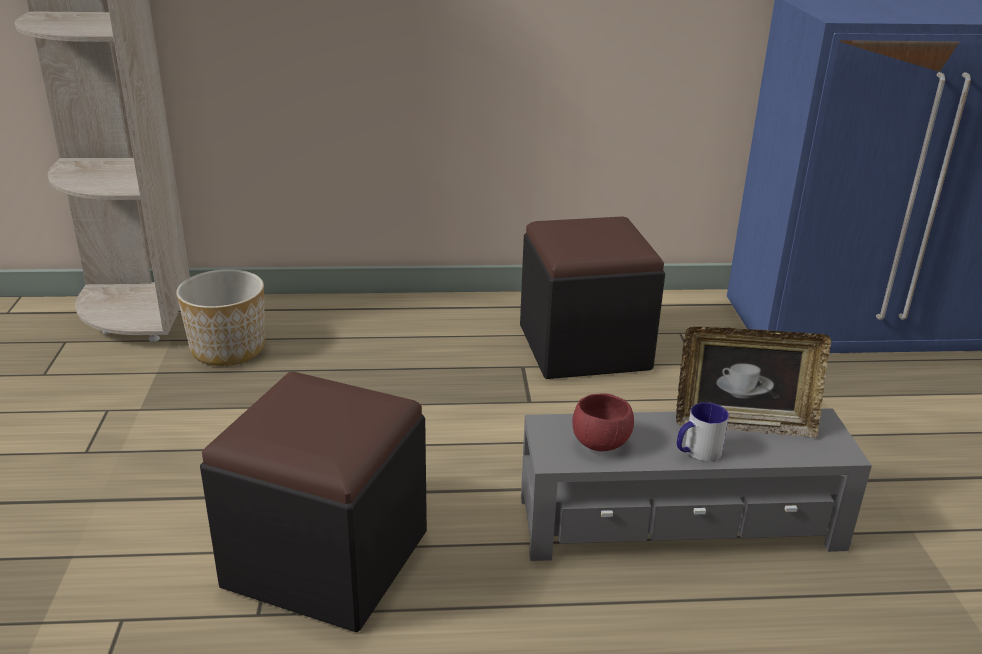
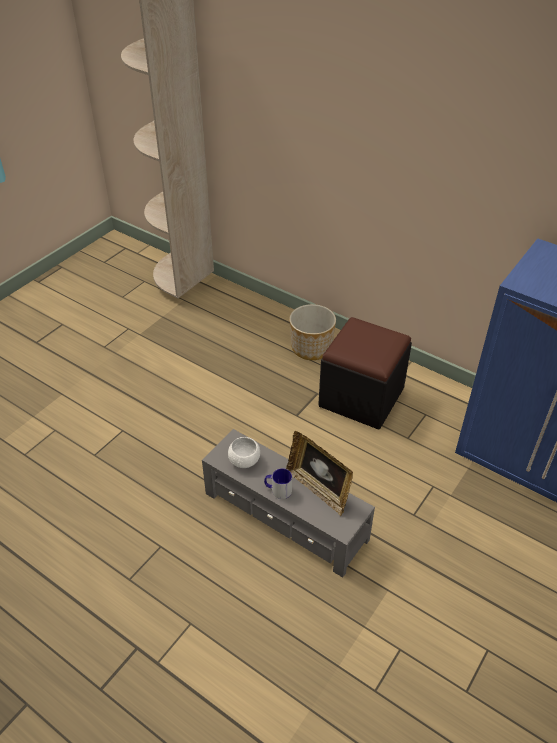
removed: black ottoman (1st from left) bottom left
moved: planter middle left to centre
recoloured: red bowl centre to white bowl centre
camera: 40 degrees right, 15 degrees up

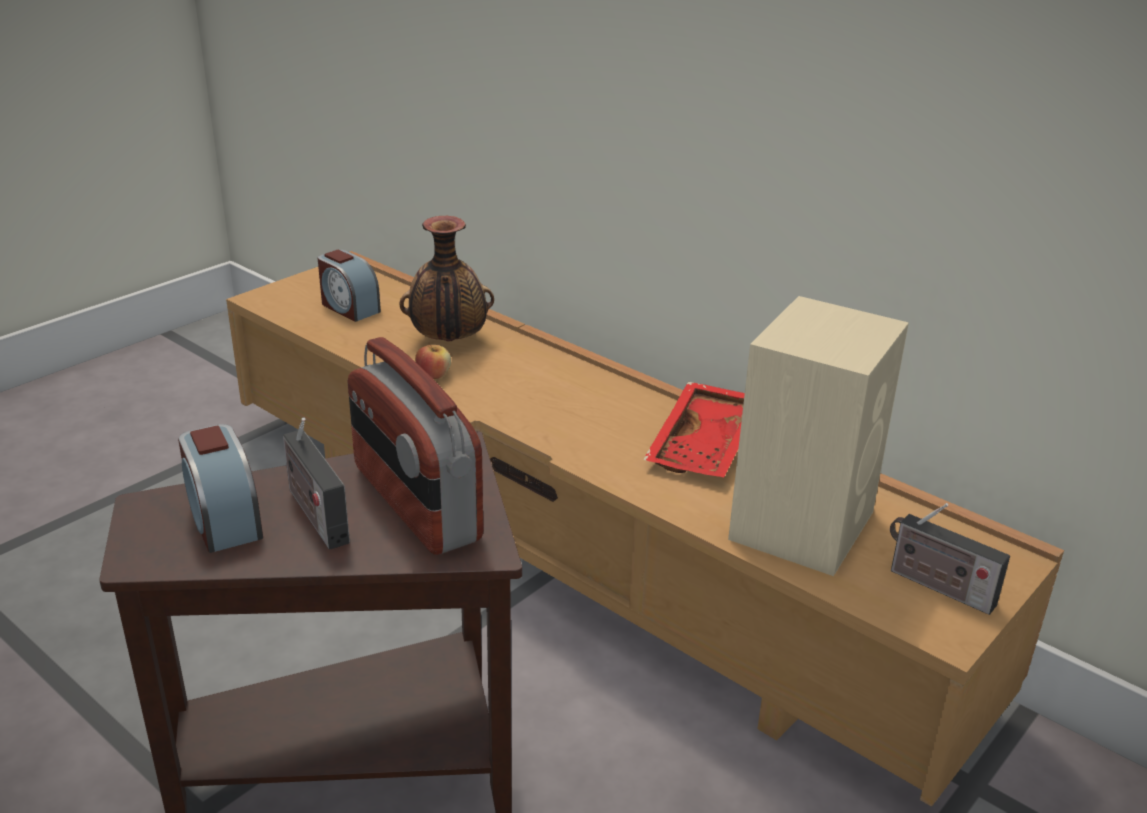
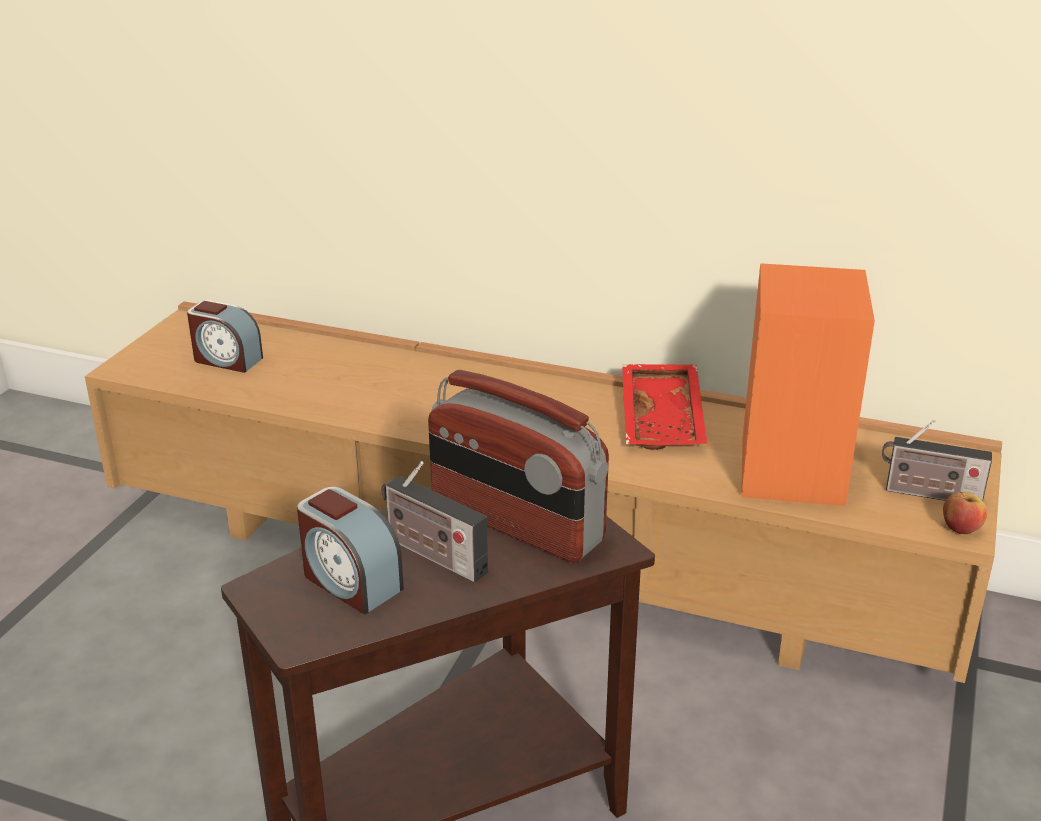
removed: vase centre
moved: apple centre to middle right
recoloured: beige speaker middle right to orange speaker middle right
camera: 20 degrees left, 0 degrees up

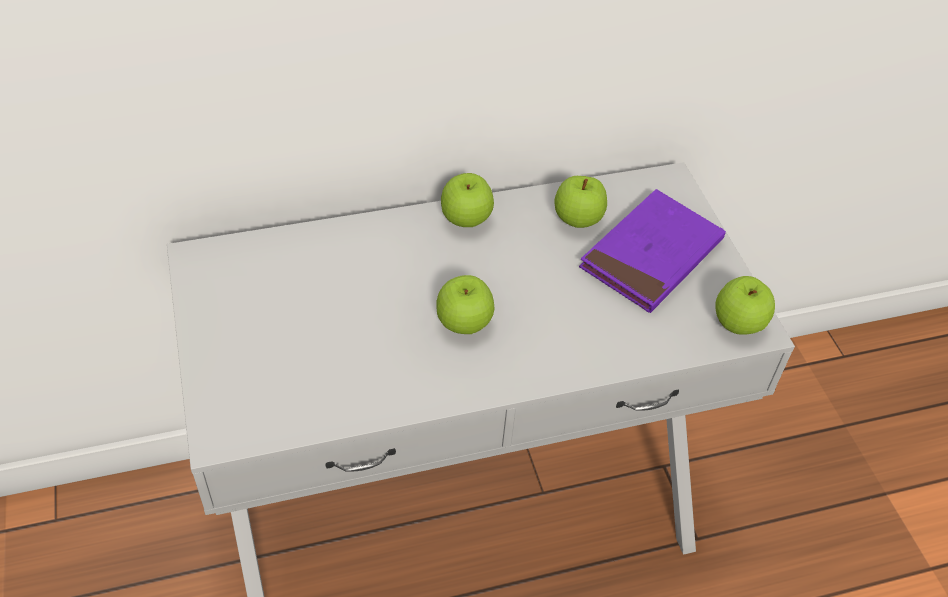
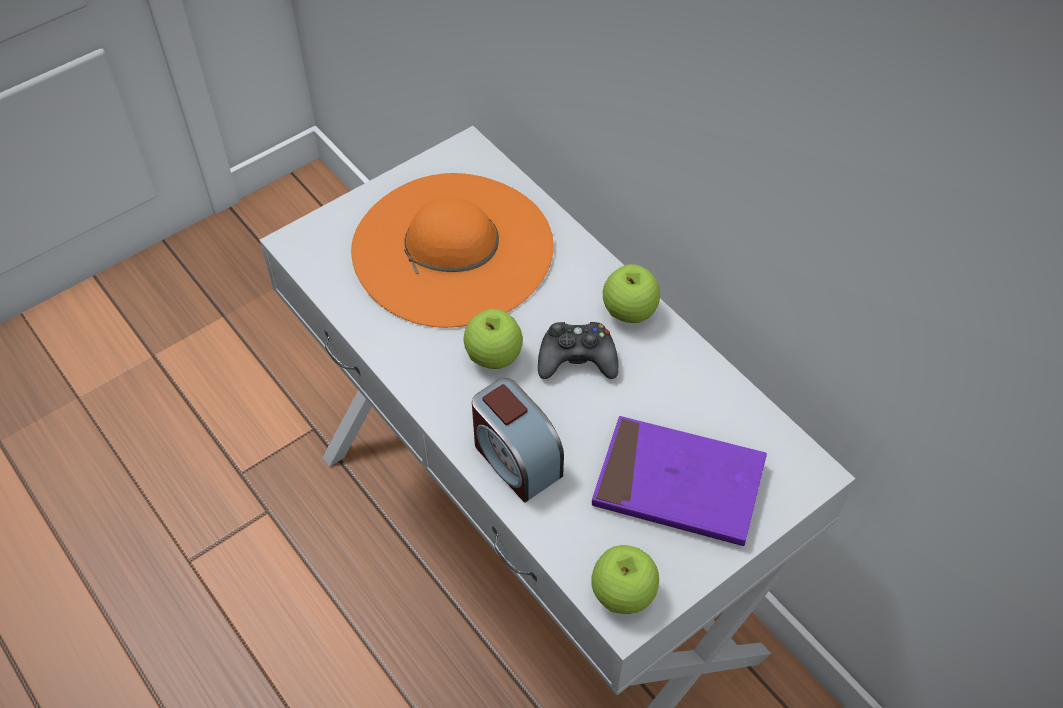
removed: apple (3rd from left) centre
added: orange hat centre; alarm clock centre; black game controller centre
camera: 70 degrees right, 5 degrees up

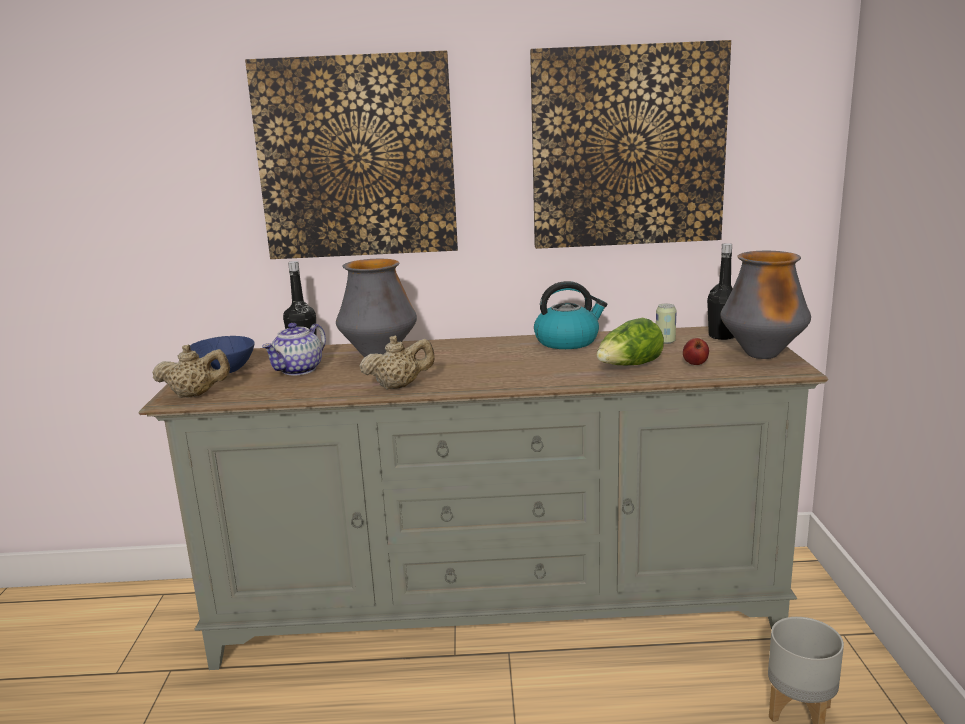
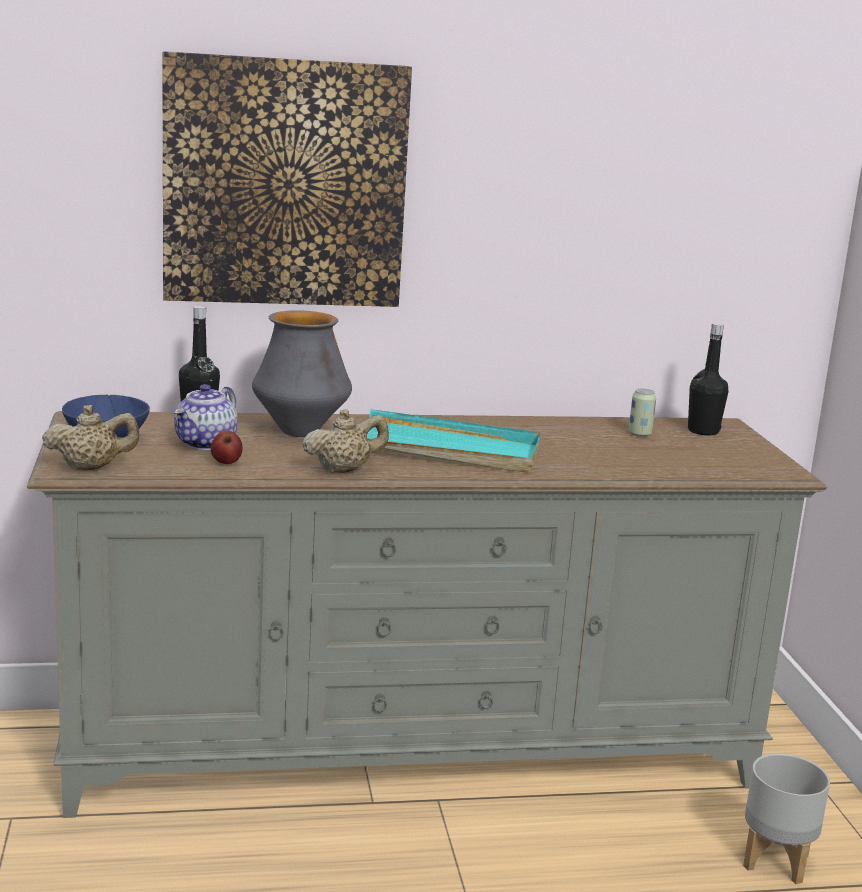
removed: picture (2nd from left) top centre; kettle centre; lettuce centre; vase (2nd from left) middle right
added: turquoise tray centre
moved: apple middle right to middle left
camera: 10 degrees left, 0 degrees up

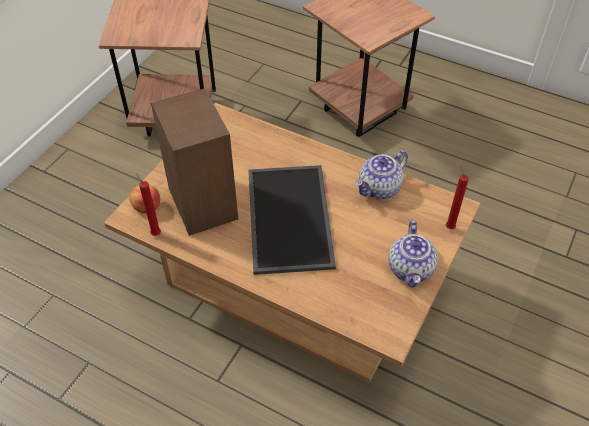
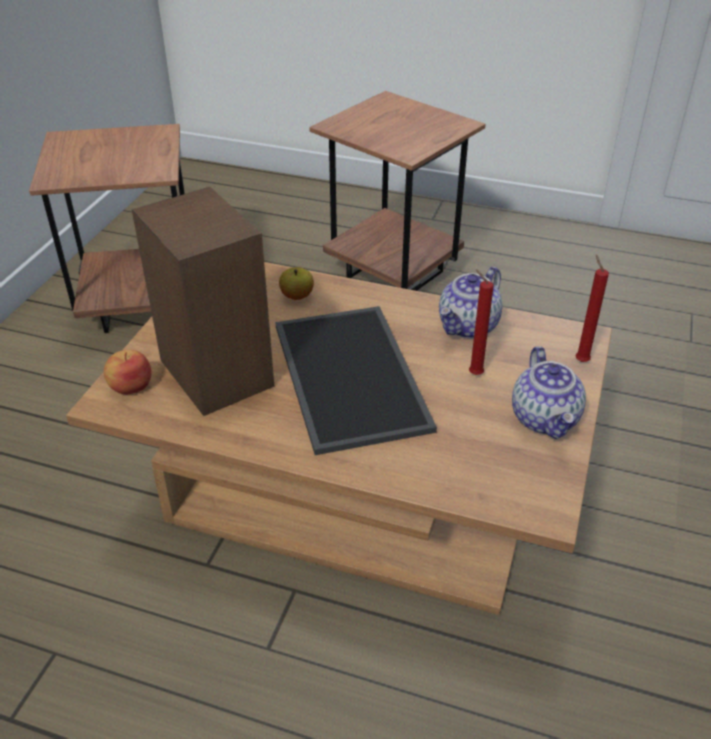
added: apple (2nd from left) centre
moved: red candle (1st from left) middle left to middle right
camera: 10 degrees left, 10 degrees down

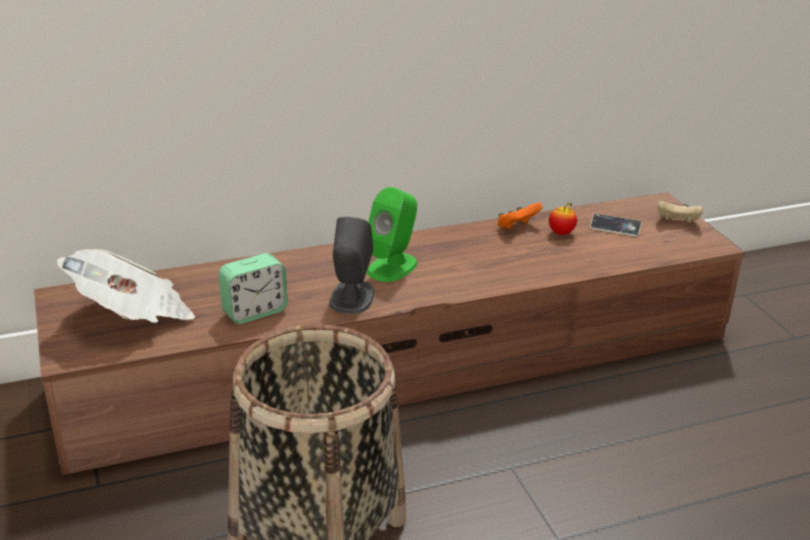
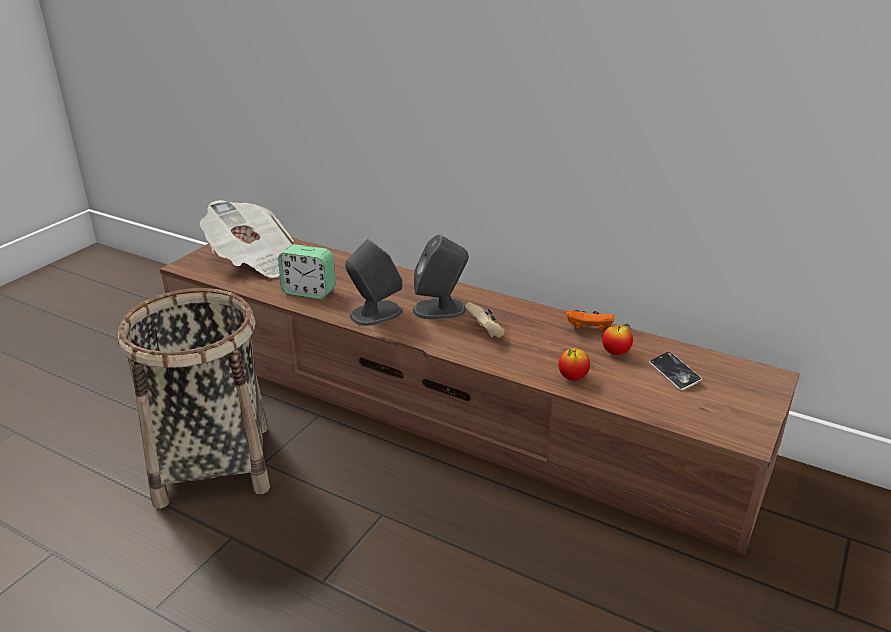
added: apple (1st from left) centre
moved: beige game controller middle right to centre
recoloured: green speaker centre to grey speaker (2nd from left) centre
camera: 50 degrees right, 0 degrees up

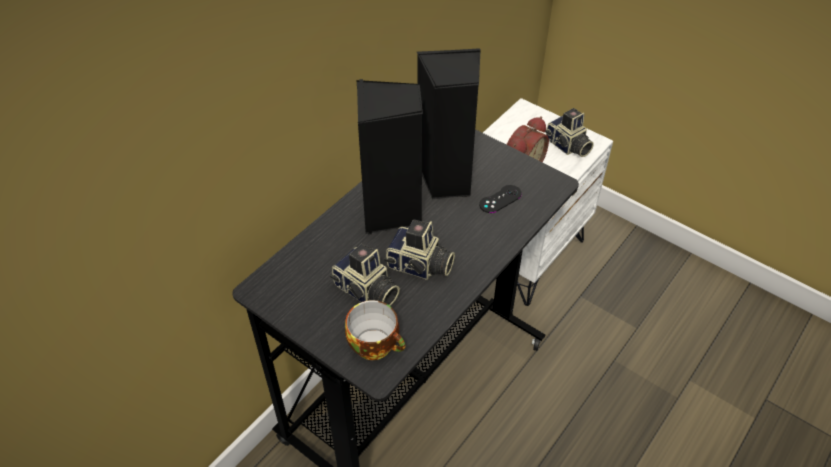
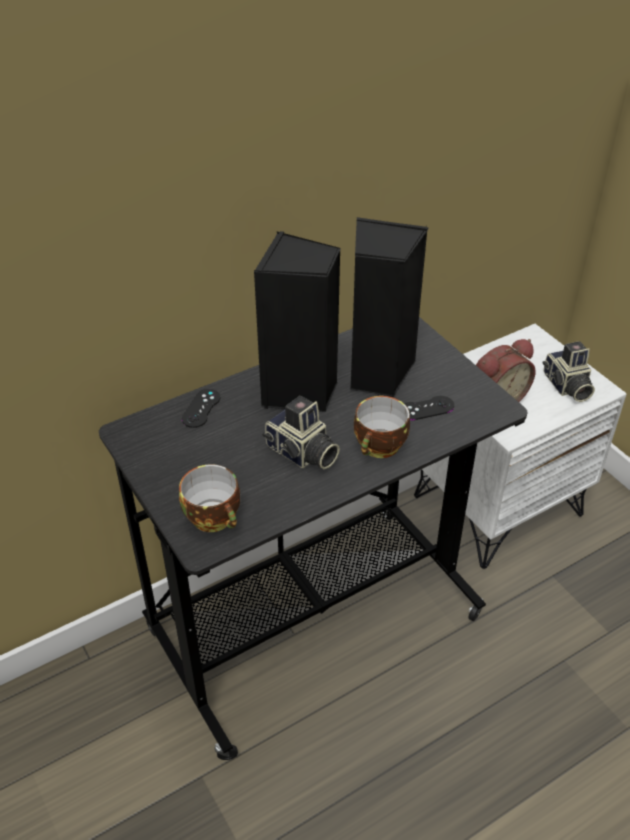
removed: photo camera (1st from left) centre
added: black game controller (1st from left) middle left; cup (2nd from left) centre
camera: 20 degrees right, 5 degrees down

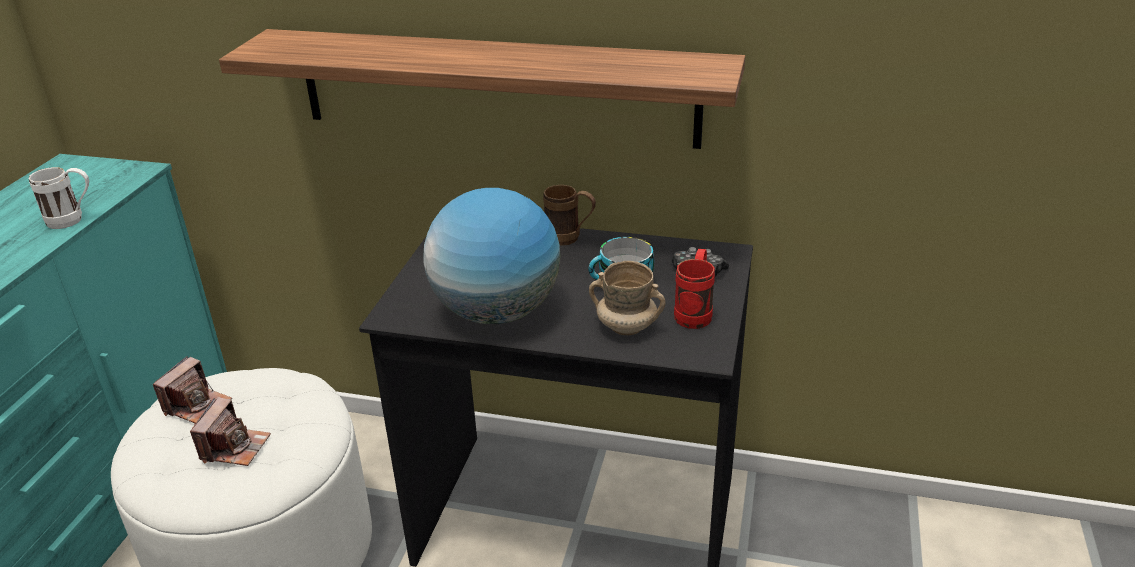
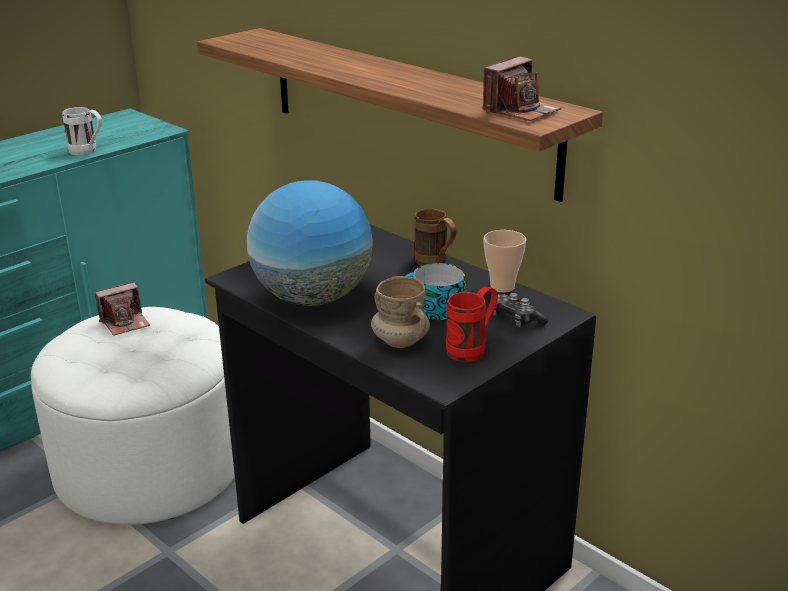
added: cup (2nd from left) centre
moved: photo camera (2nd from left) bottom left to top centre
camera: 30 degrees right, 5 degrees down

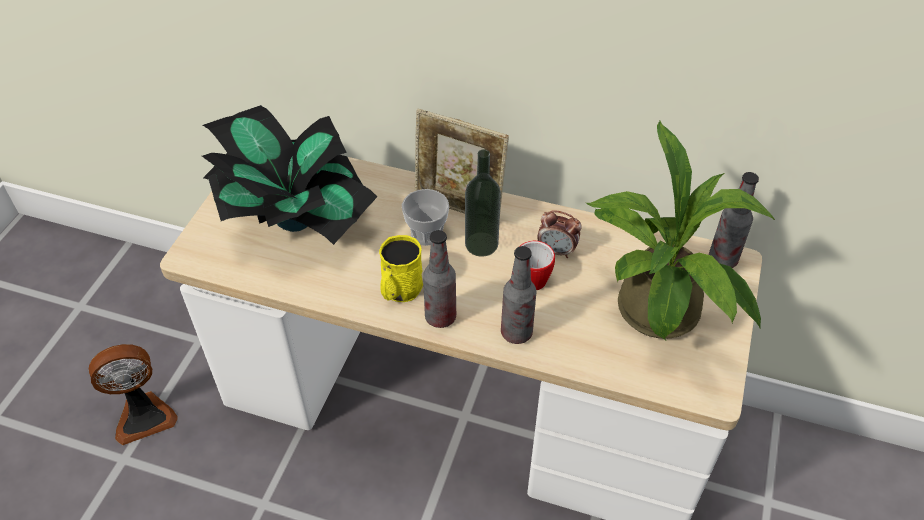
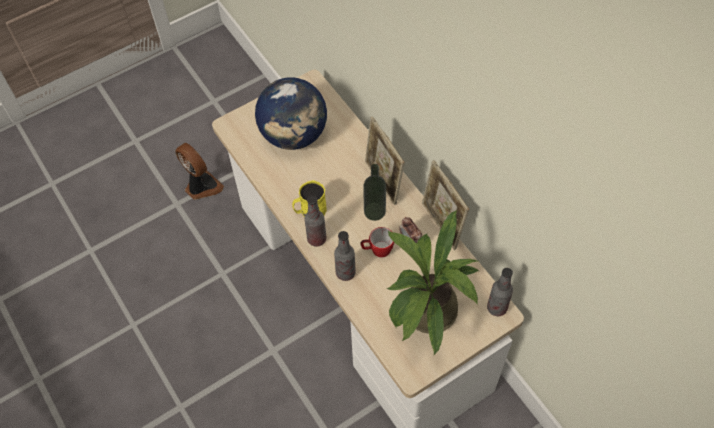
removed: cup centre
added: picture frame (2nd from left) centre
replaced: potted plant (1st from left) middle left to globe top centre
turned: fan bottom left = middle left 150 degrees counterclockwise
camera: 40 degrees right, 10 degrees up

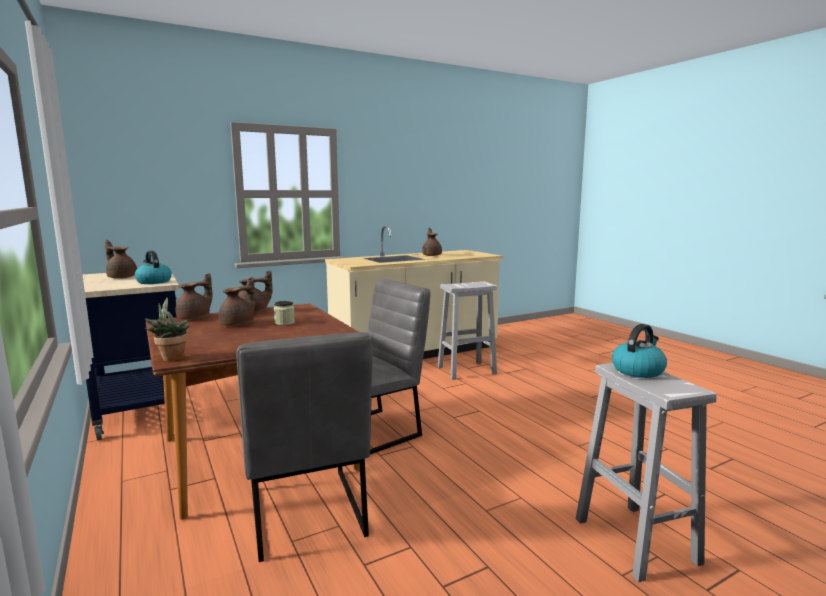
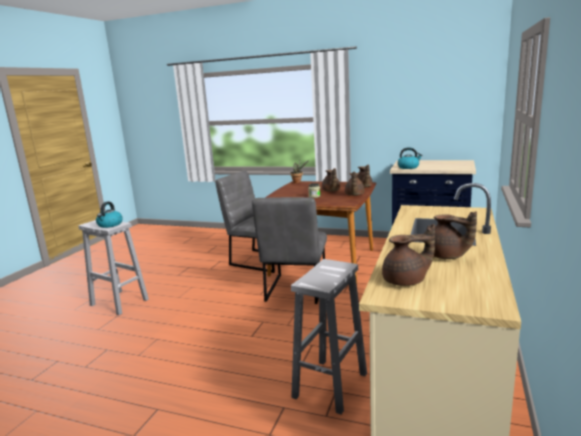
moved: brown teapot (1st from left in the first image) middle left to brown teapot (4th from left) middle right
camera: 140 degrees right, 5 degrees up

